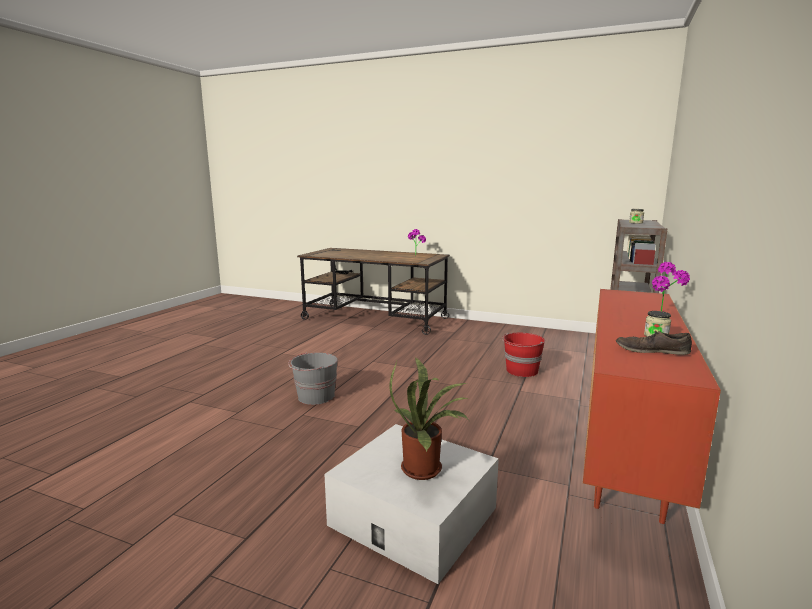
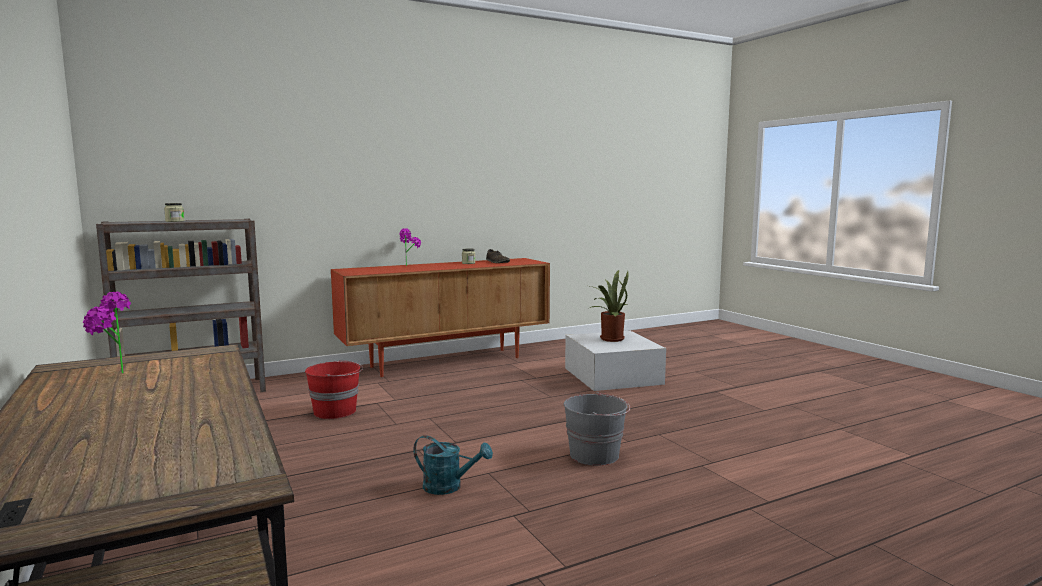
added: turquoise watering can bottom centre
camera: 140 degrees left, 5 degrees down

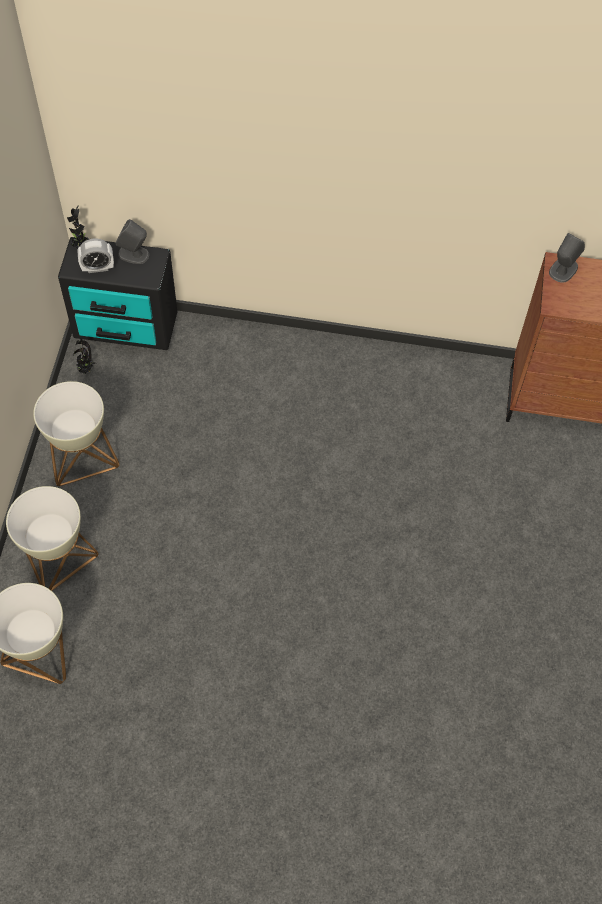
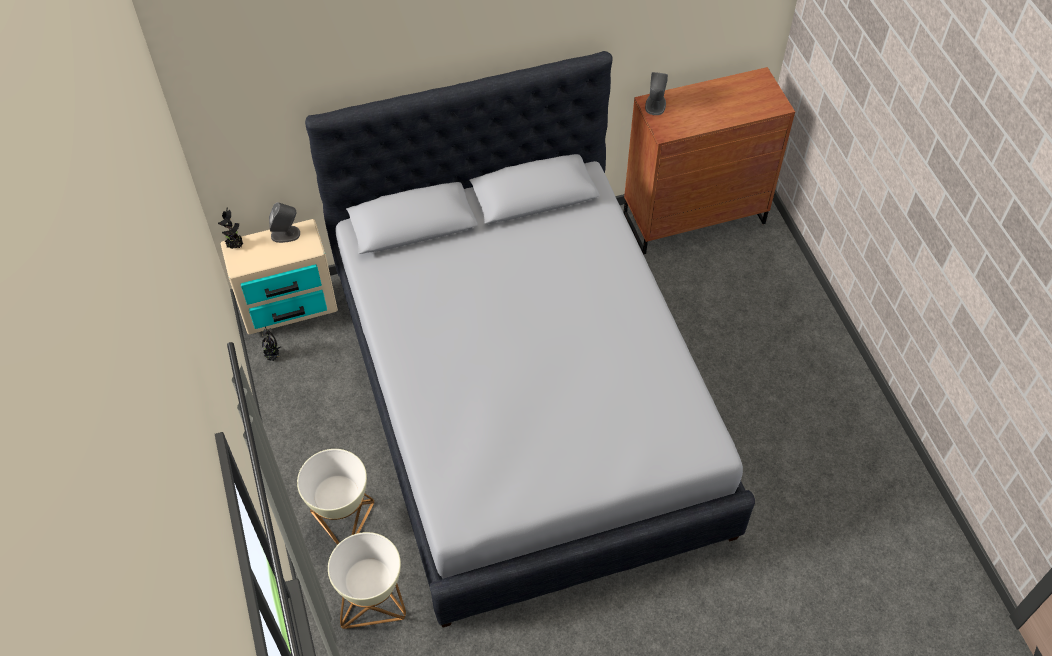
removed: planter (3rd from left) middle left; alarm clock top left
added: grey bed centre
recoloured: black nightstand top left to beige nightstand middle left
camera: 25 degrees left, 5 degrees down

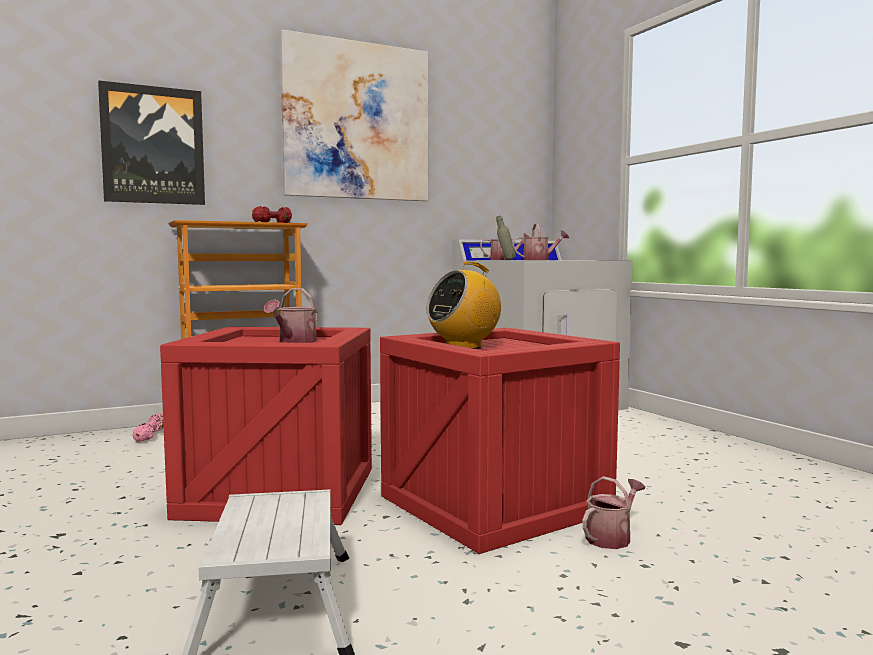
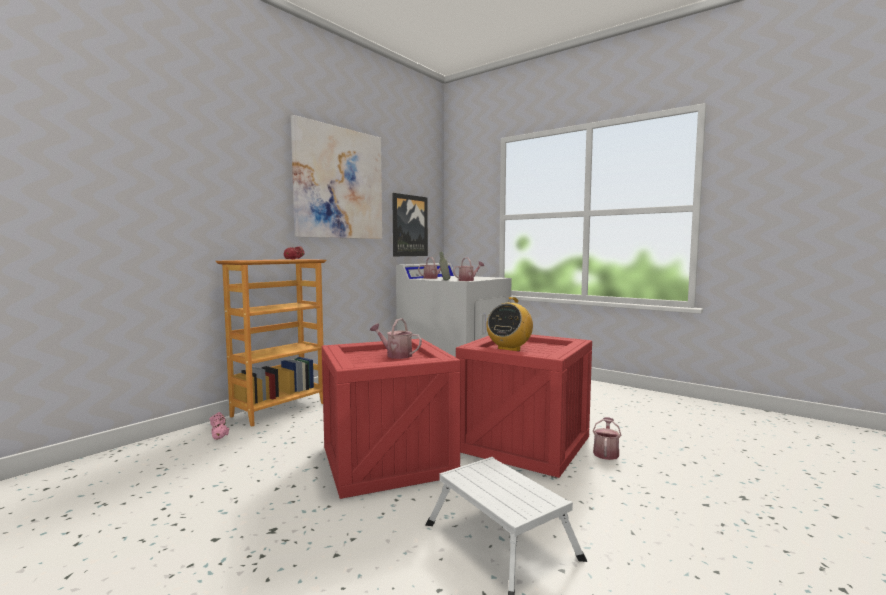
moved: picture (1st from left in the first image) top left to picture (2nd from left) centre
turned: watering can (1st from left) centre = centre 120 degrees clockwise
camera: 25 degrees left, 0 degrees up

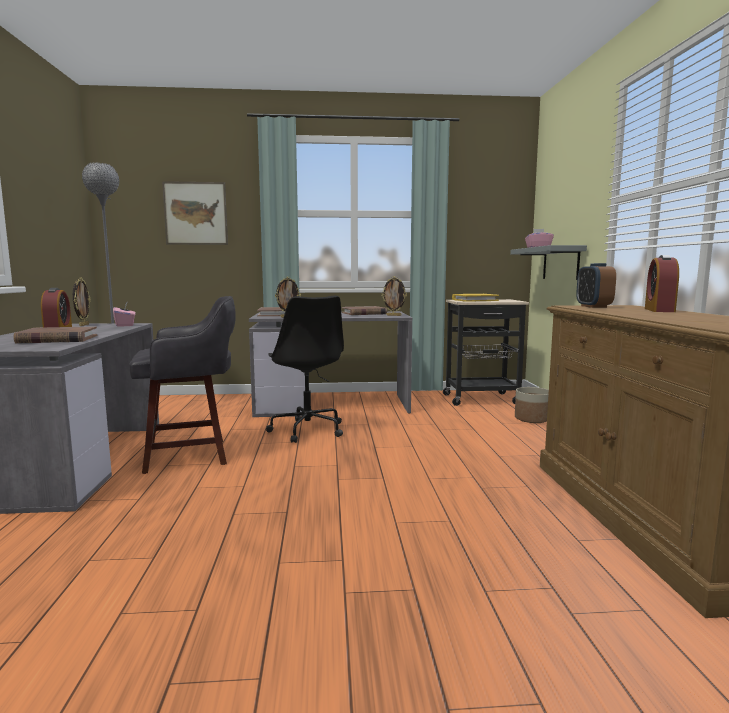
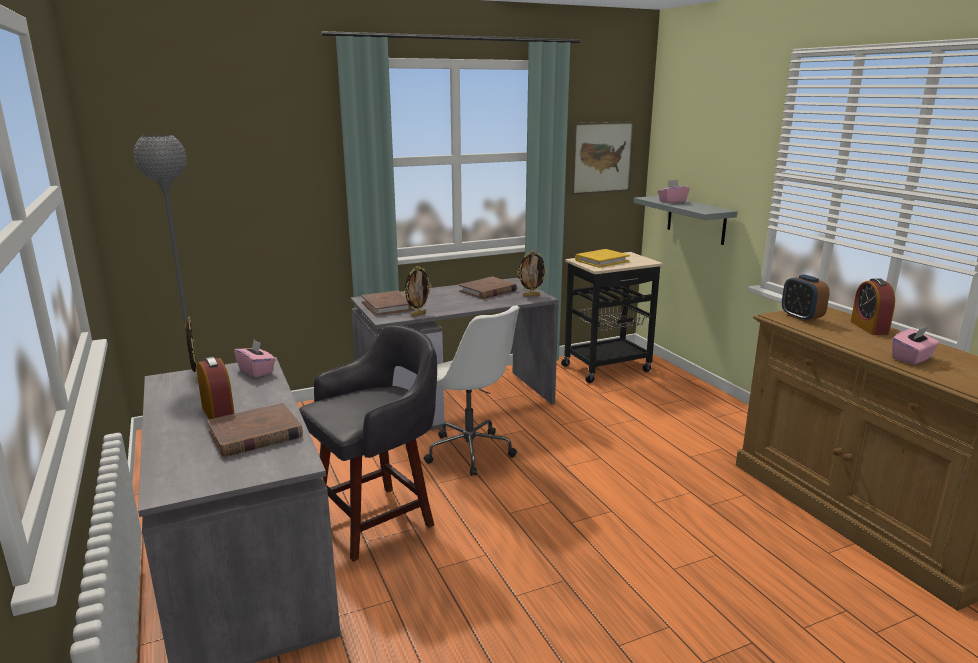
removed: planter middle right
added: pink tissue box (3rd from left) middle right
moved: picture top left to top centre
recoloured: black office chair centre to white office chair centre
camera: 20 degrees left, 10 degrees up

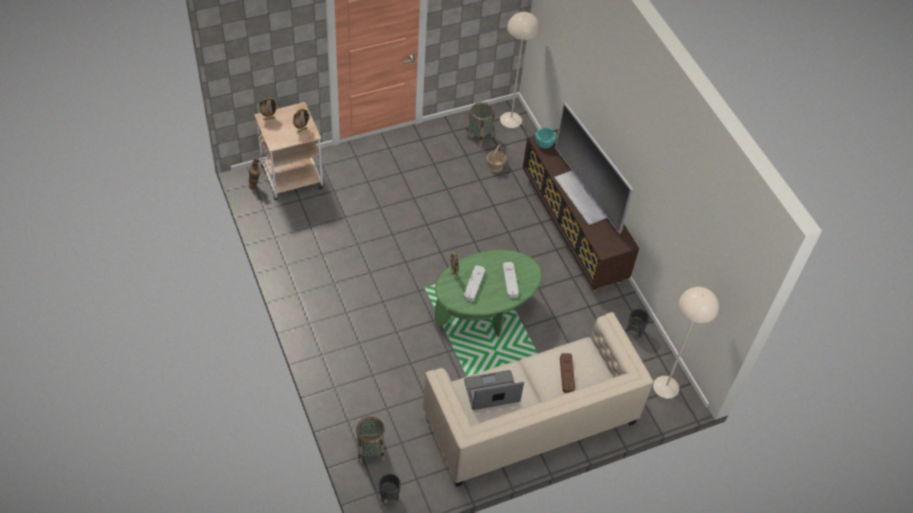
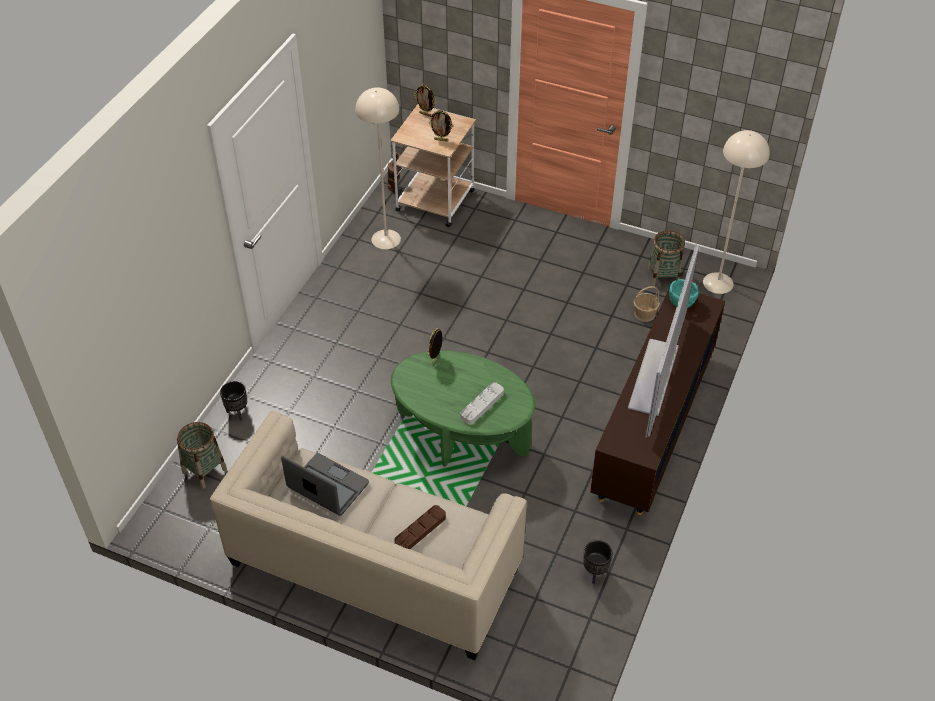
removed: grey tray (1st from left) centre
moved: black planter (1st from left) bottom centre to middle left; beige floor lamp (2nd from left in the first image) bottom right to beige floor lamp (1st from left) top centre
camera: 50 degrees right, 5 degrees down

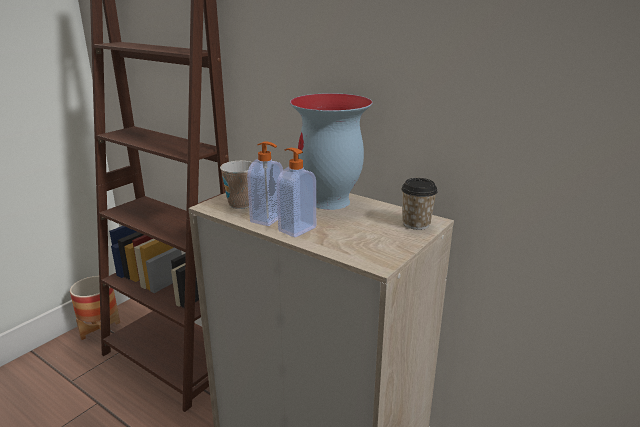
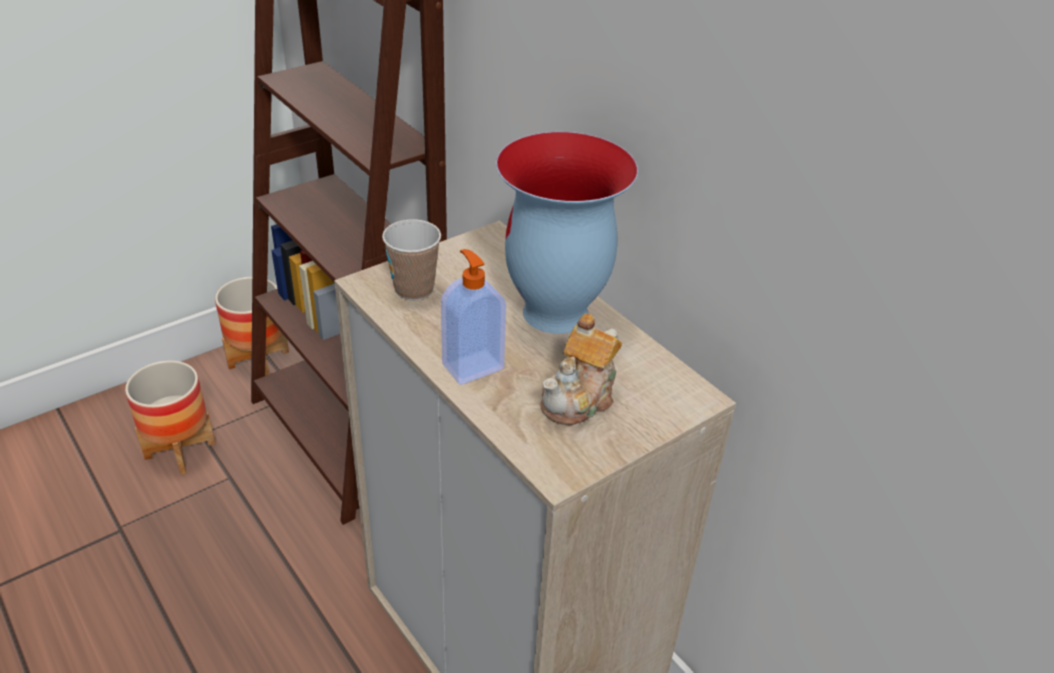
removed: soap dispenser (1st from left) centre; cup (2nd from left) centre
added: planter (1st from left) middle left; teapot centre
camera: 15 degrees right, 15 degrees up

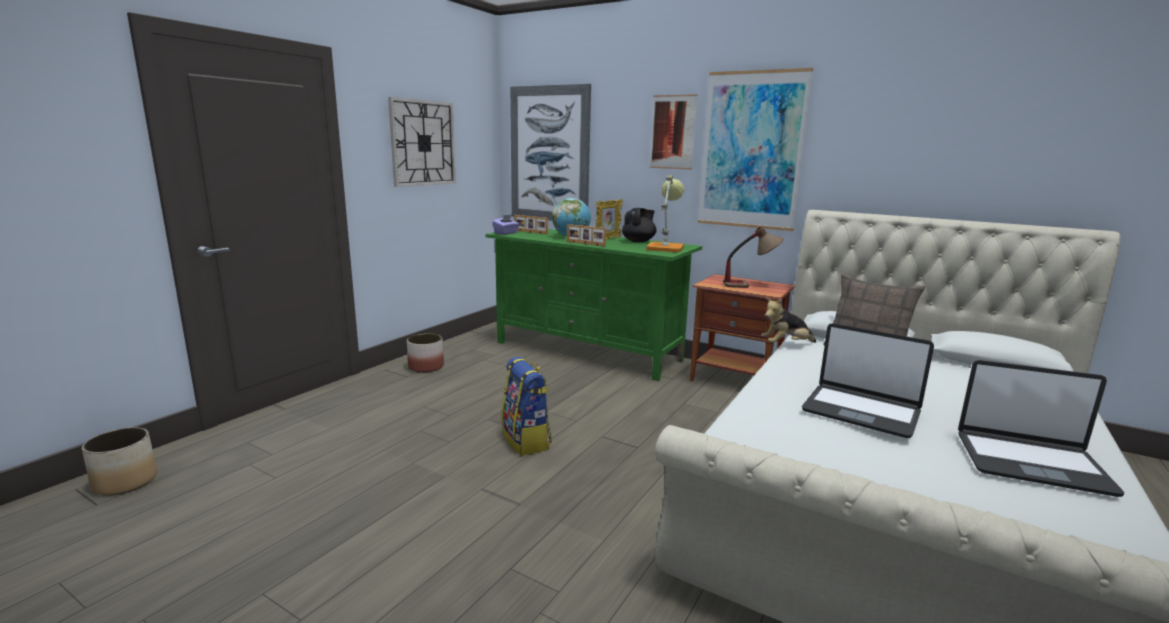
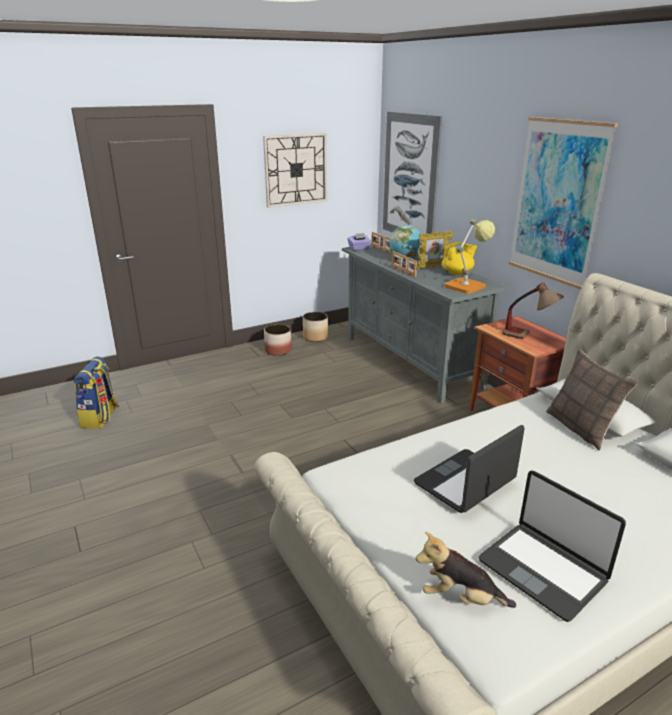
removed: picture (2nd from left) top centre
moved: planter (1st from left in the first image) bottom left to planter (2nd from left) centre; backpack centre to middle left; plush toy middle right to bottom right
recoloured: green dresser centre to grey dresser centre; black teapot centre to yellow teapot middle right
turned: laptop (1st from left) middle right = middle right 75 degrees clockwise
camera: 30 degrees right, 10 degrees up

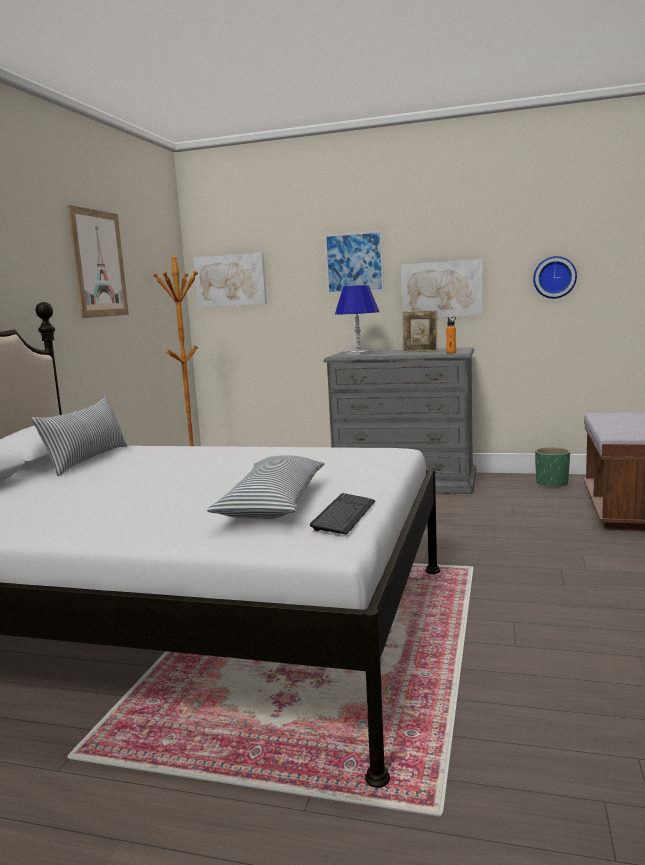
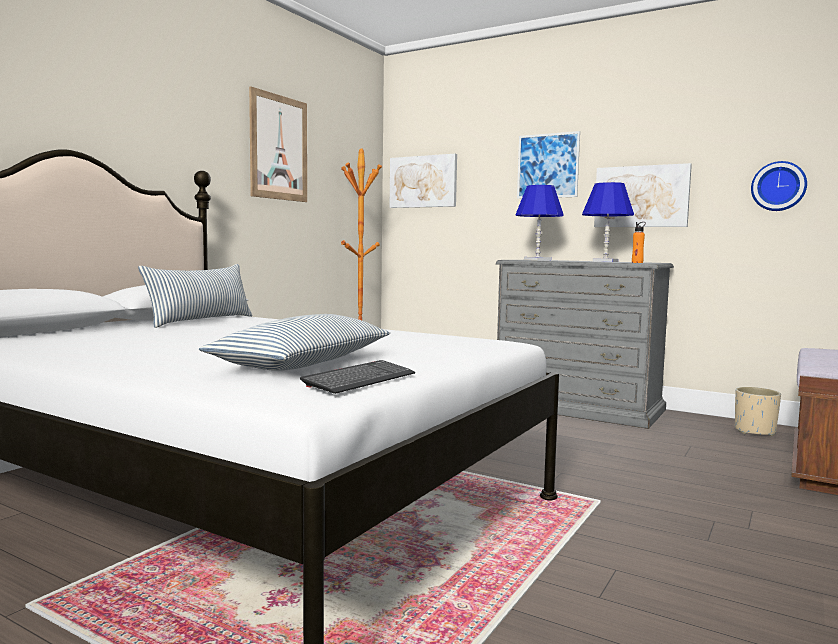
replaced: picture frame centre to blue table lamp (2nd from left) middle right
recoloured: green planter middle right to beige planter middle right
camera: 15 degrees right, 5 degrees down

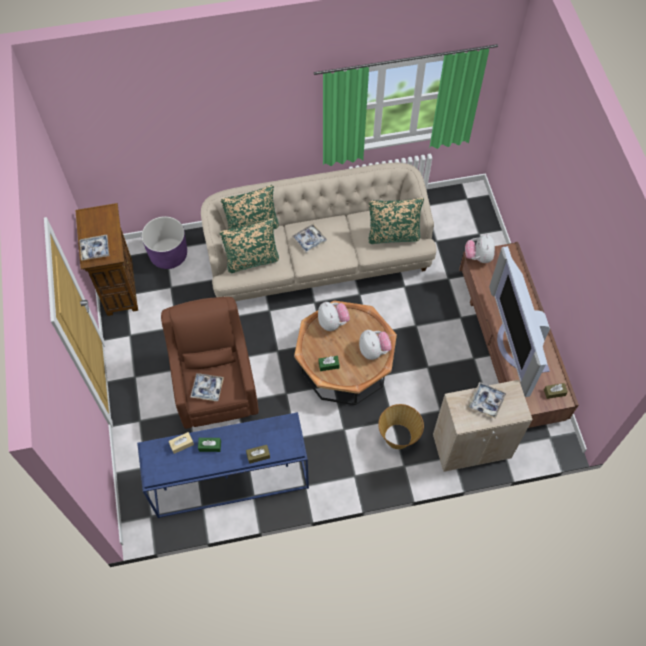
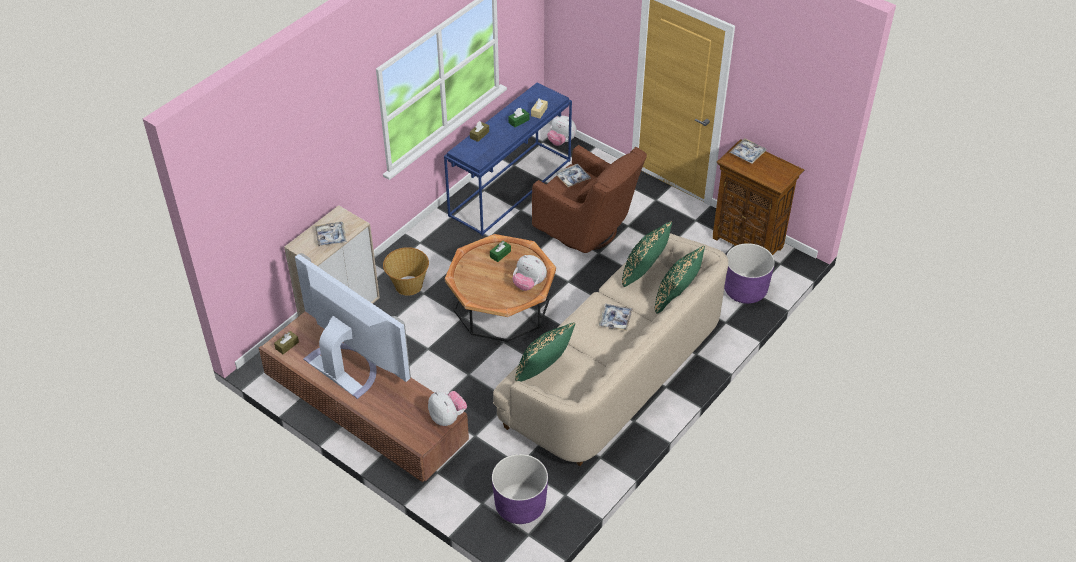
added: purple planter (1st from left) bottom centre
moved: plush toy (2nd from left in the first image) centre to plush toy (3rd from left) top centre
camera: 140 degrees right, 15 degrees down

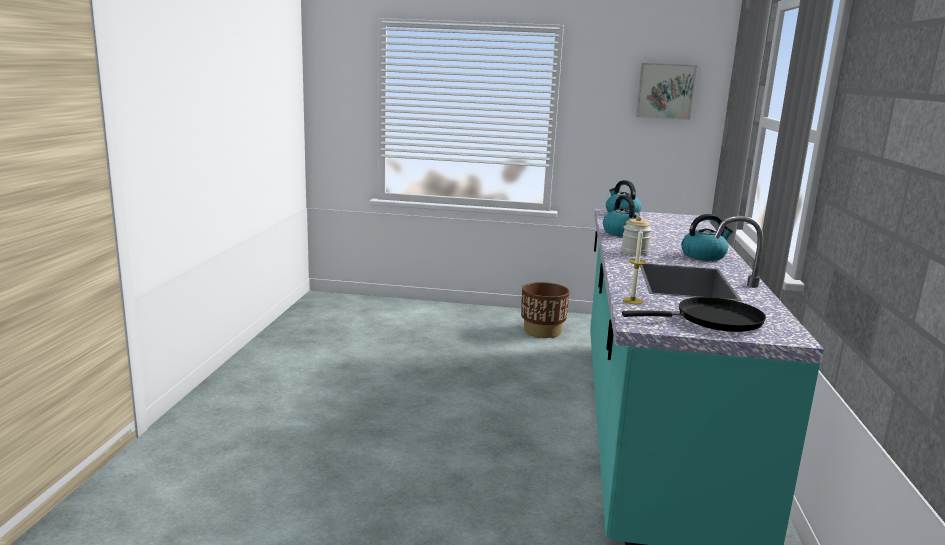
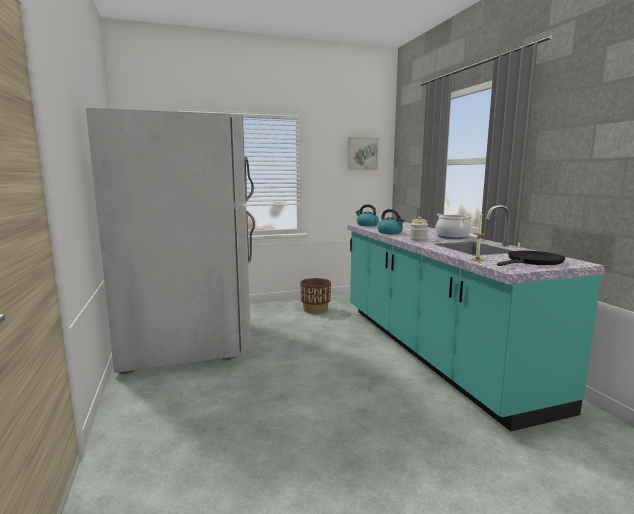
added: white fridge middle left
replaced: kettle (3rd from left) middle right to cooking pot middle right
camera: 25 degrees left, 5 degrees down

